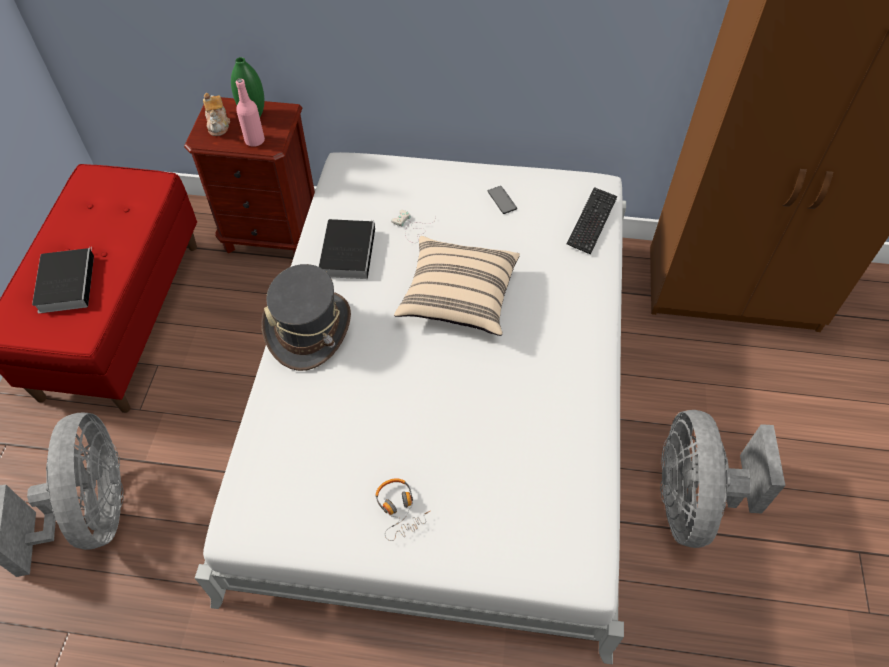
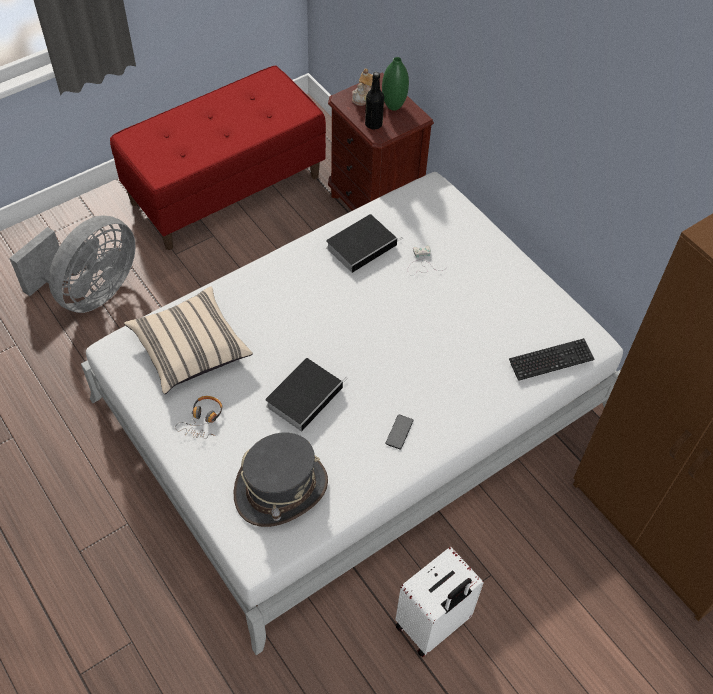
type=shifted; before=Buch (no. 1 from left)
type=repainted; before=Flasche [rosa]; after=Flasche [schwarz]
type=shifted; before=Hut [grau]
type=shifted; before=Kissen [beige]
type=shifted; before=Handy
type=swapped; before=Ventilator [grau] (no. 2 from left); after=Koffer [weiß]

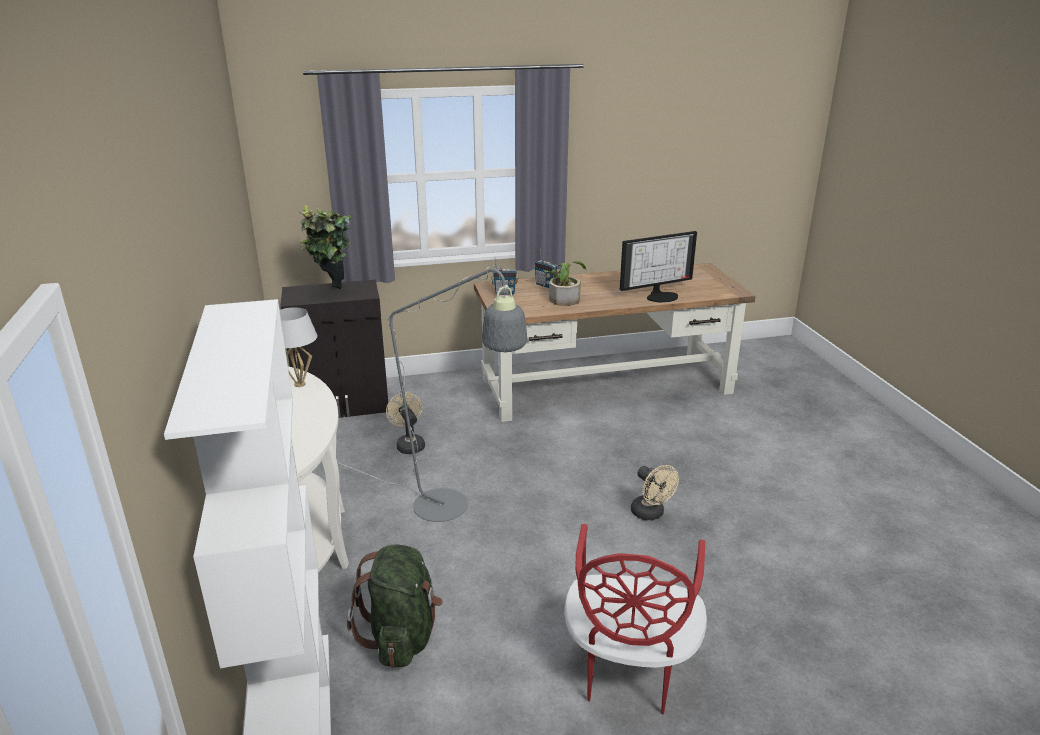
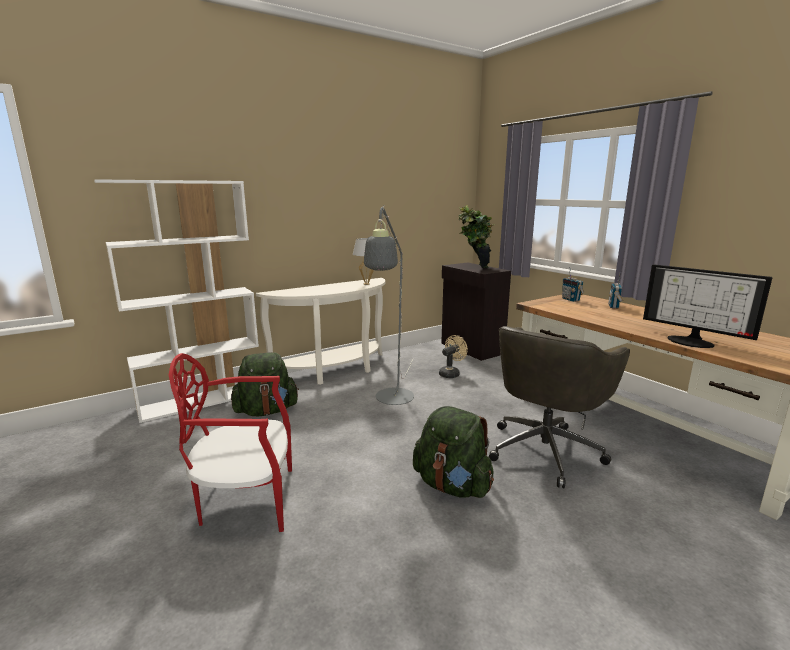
type=gone; before=Topfpflanze (no. 2 from left)
type=swapped; before=Ventilator [beige] (no. 2 from left); after=Rucksack [grün] (no. 2 from left)
type=new; after=Bürostuhl [grau]

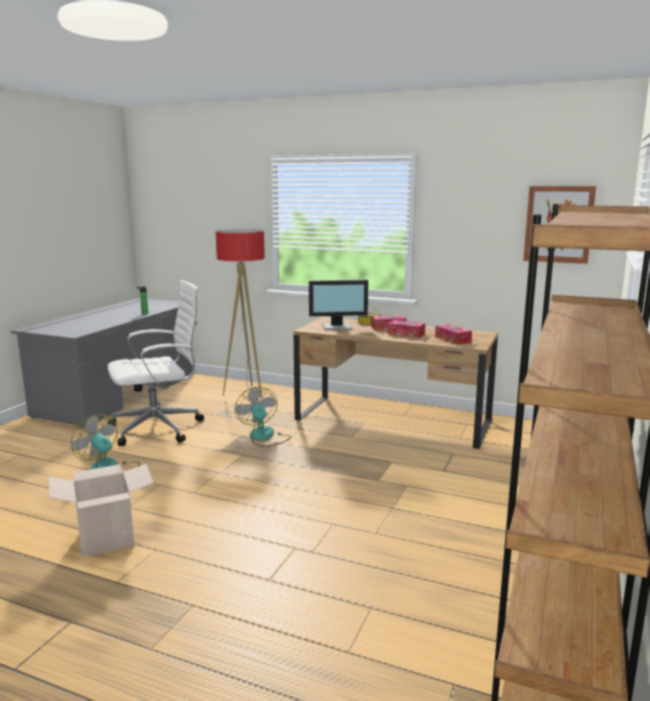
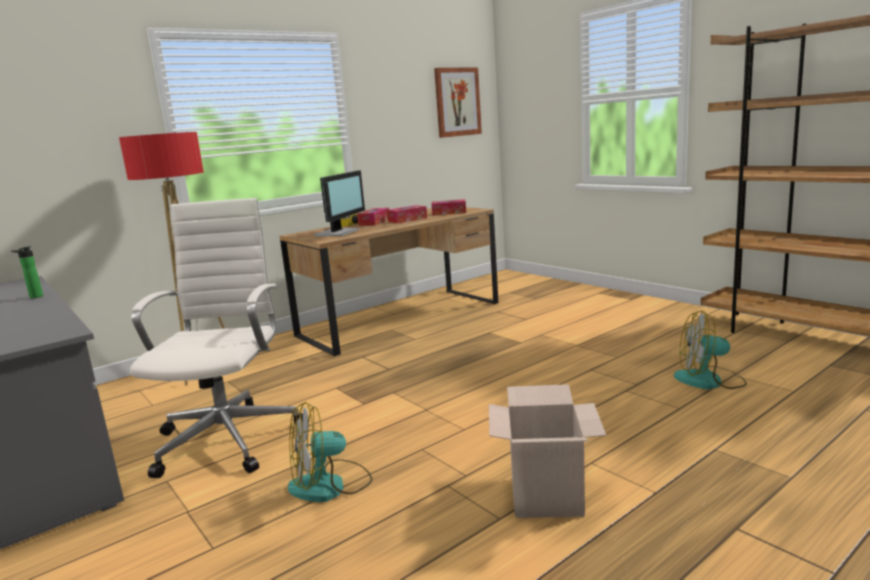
type=shifted; before=Ventilator (no. 2 from left)

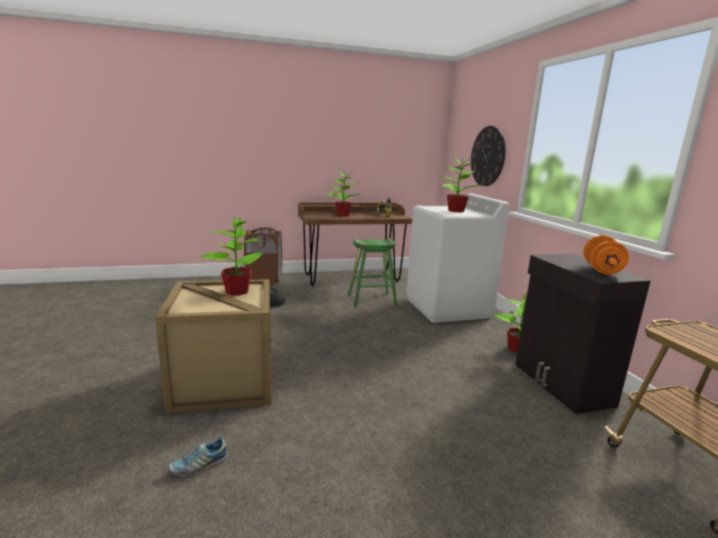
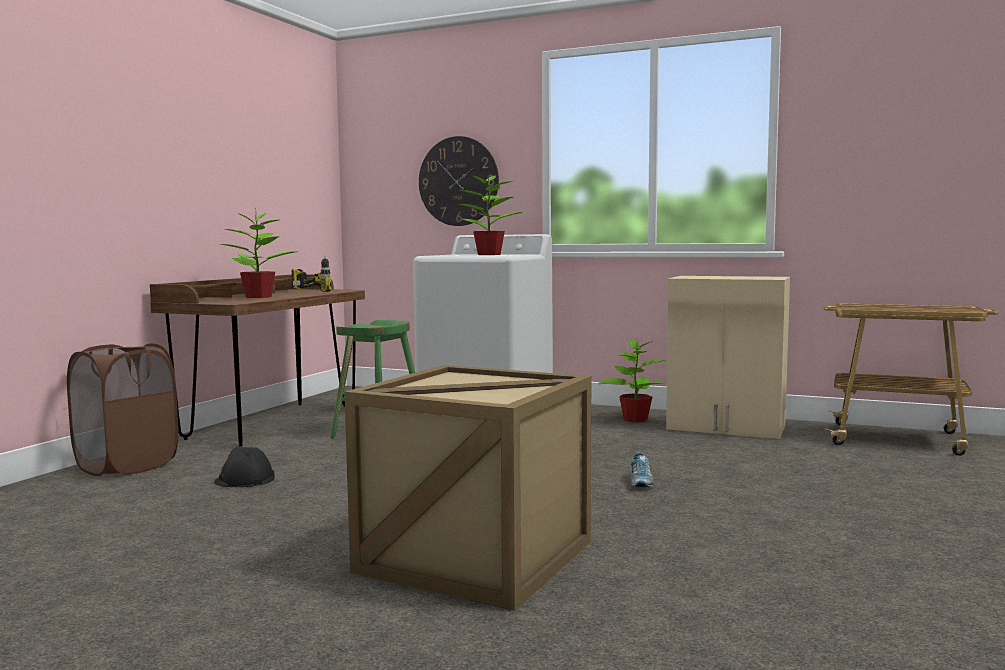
type=shifted; before=Schuh
type=gone; before=Topfpflanze (no. 1 from left)
type=repainted; before=Schrank [schwarz]; after=Schrank [beige]
type=gone; before=Hantel [orange]

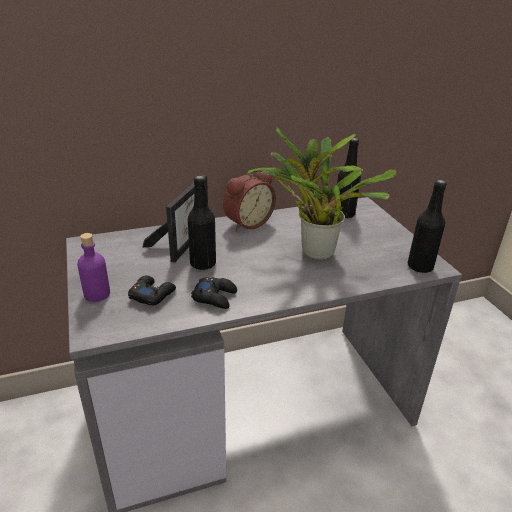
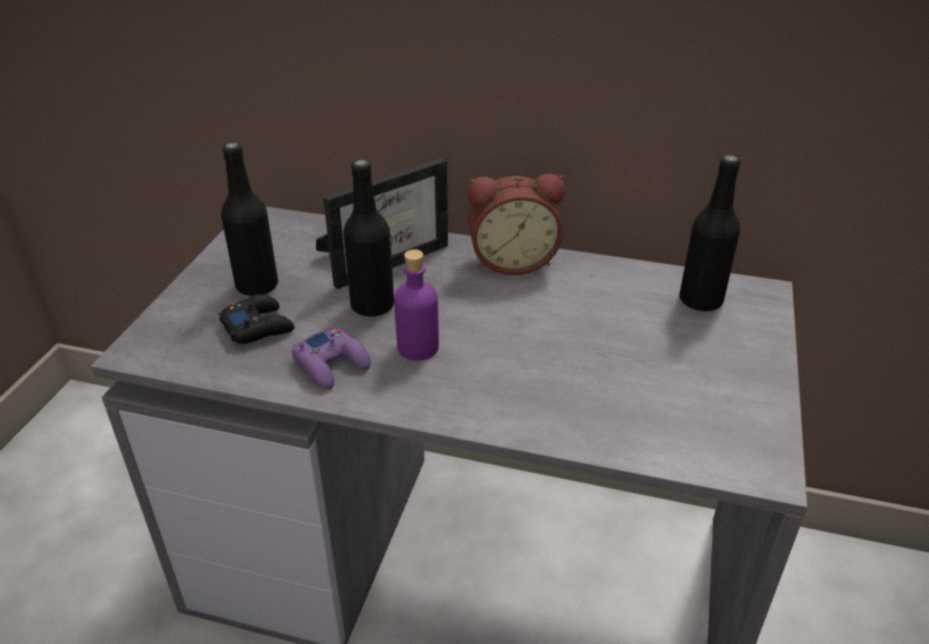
type=shifted; before=Flasche [lila]
type=repainted; before=Gamepad [schwarz] (no. 2 from left); after=Gamepad [lila]
type=gone; before=Topfpflanze
type=shifted; before=Flasche [schwarz] (no. 3 from left in the first image); after=Flasche [schwarz] (no. 1 from left)

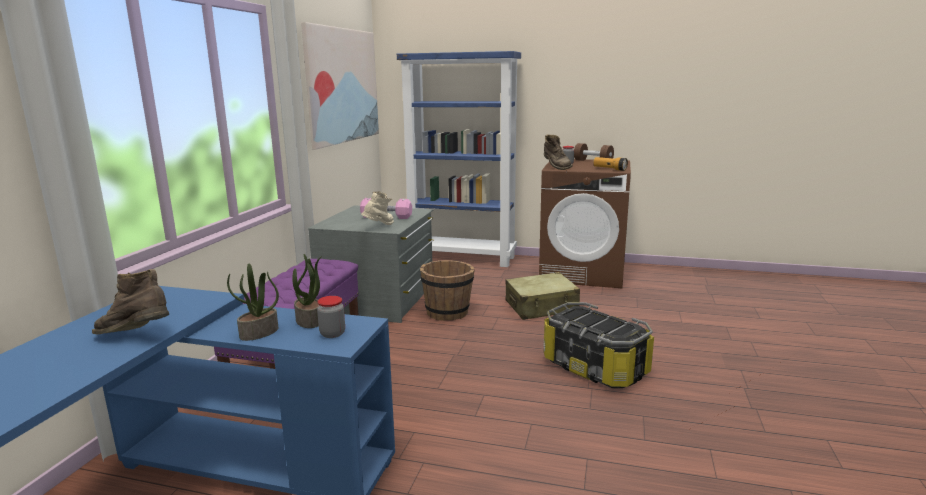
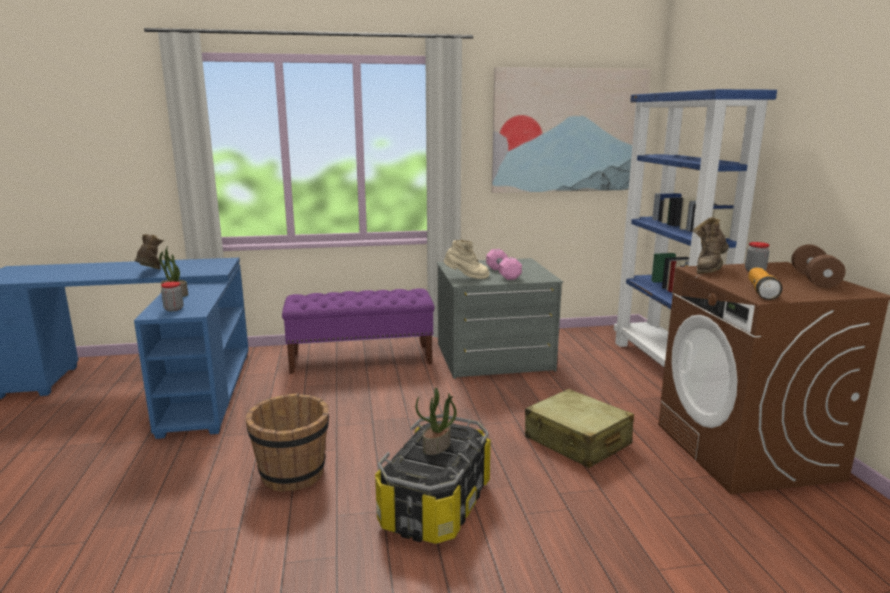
type=shifted; before=Topfpflanze (no. 2 from left)
type=shifted; before=Eimer [braun]

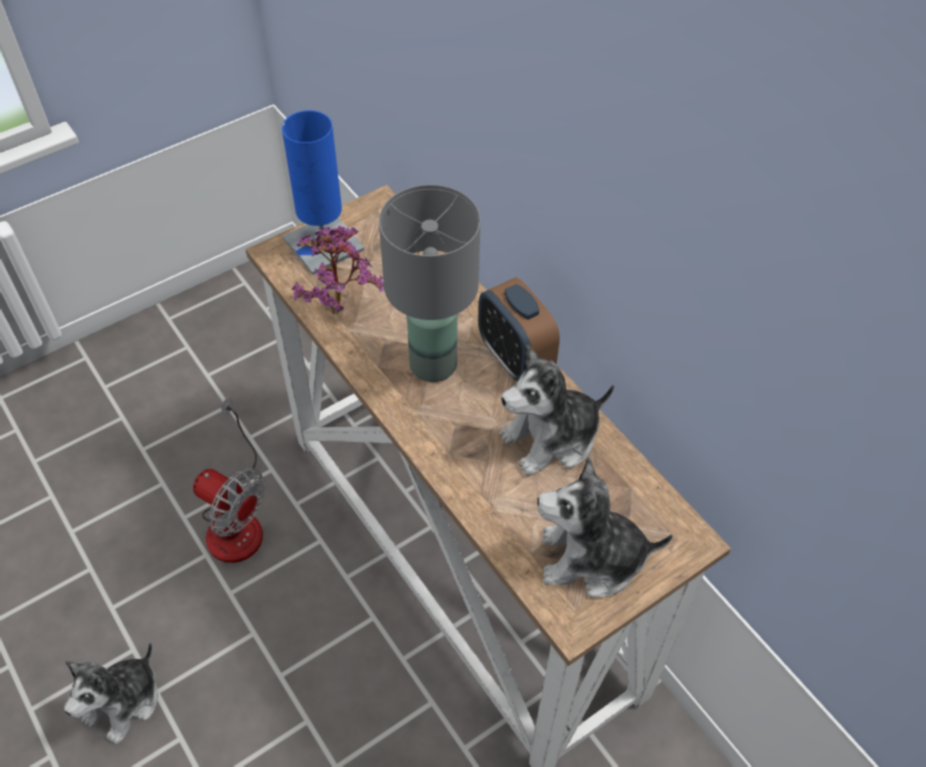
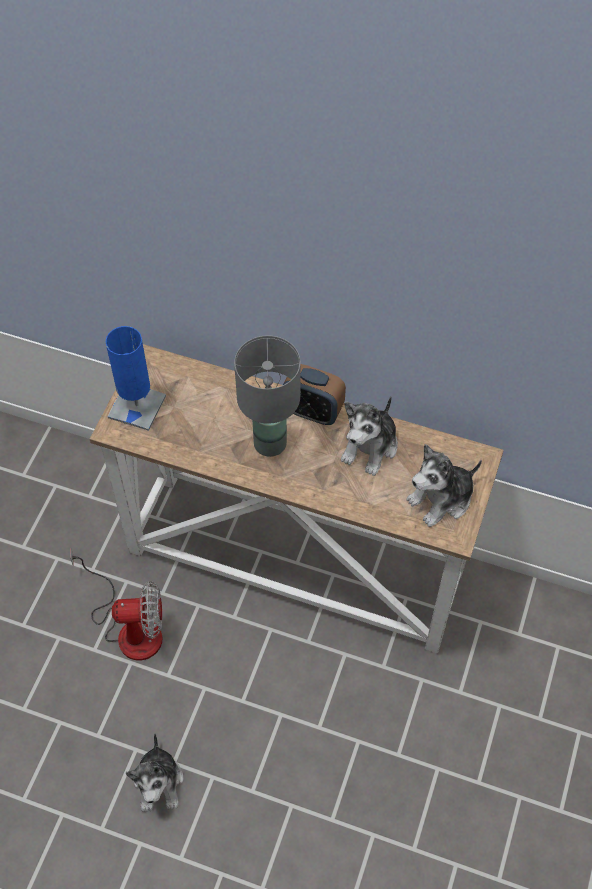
type=gone; before=Topfpflanze

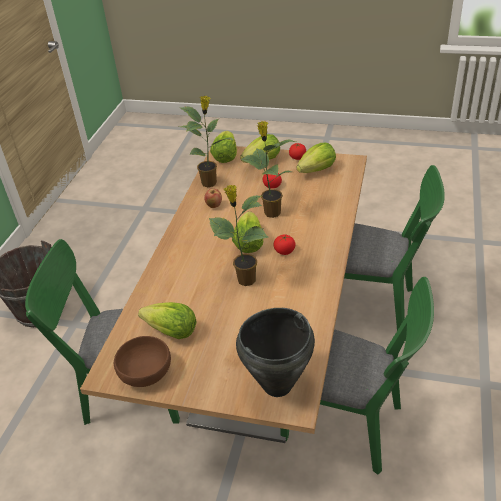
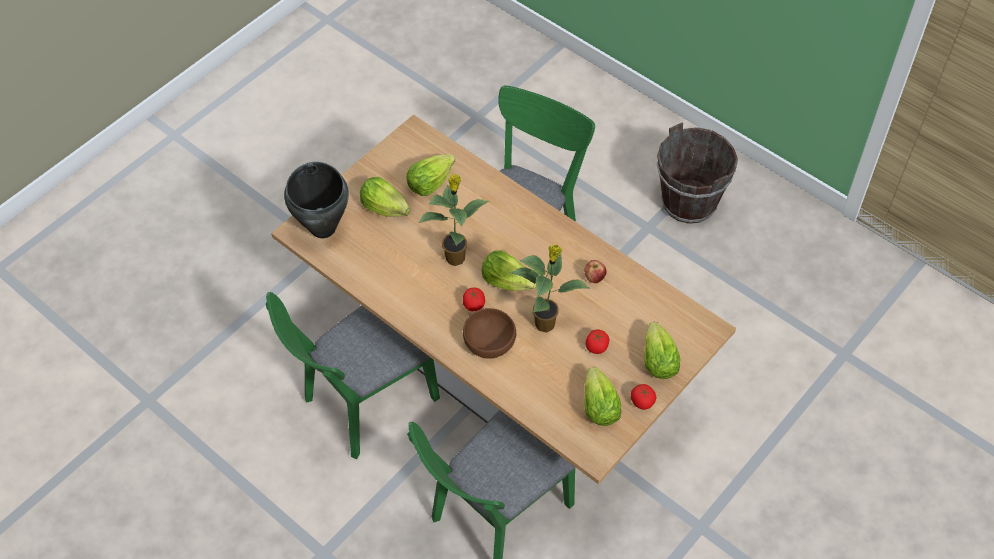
type=shifted; before=Schüssel [braun]
type=gone; before=Topfpflanze (no. 1 from left)
type=shifted; before=Salatkopf (no. 2 from left in the first image); after=Salatkopf (no. 1 from left)

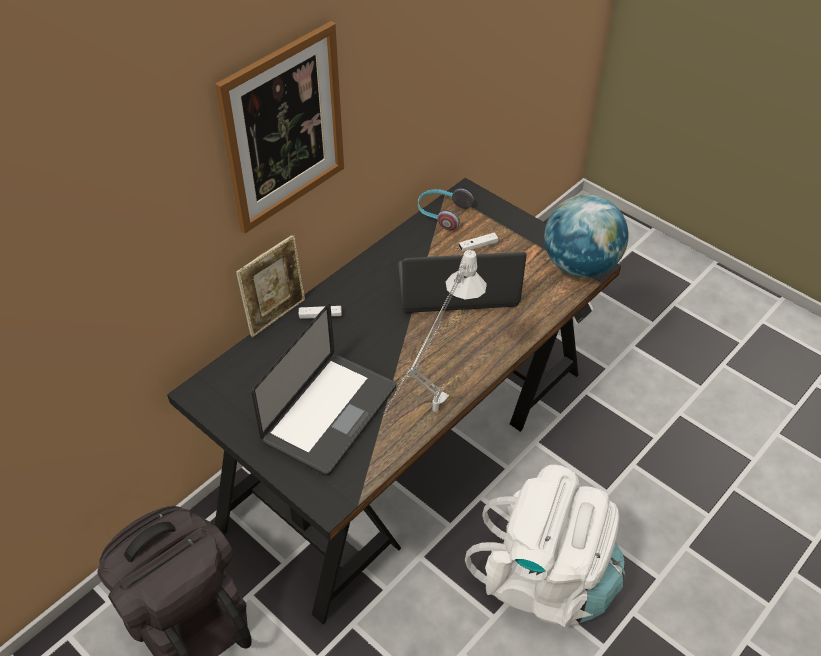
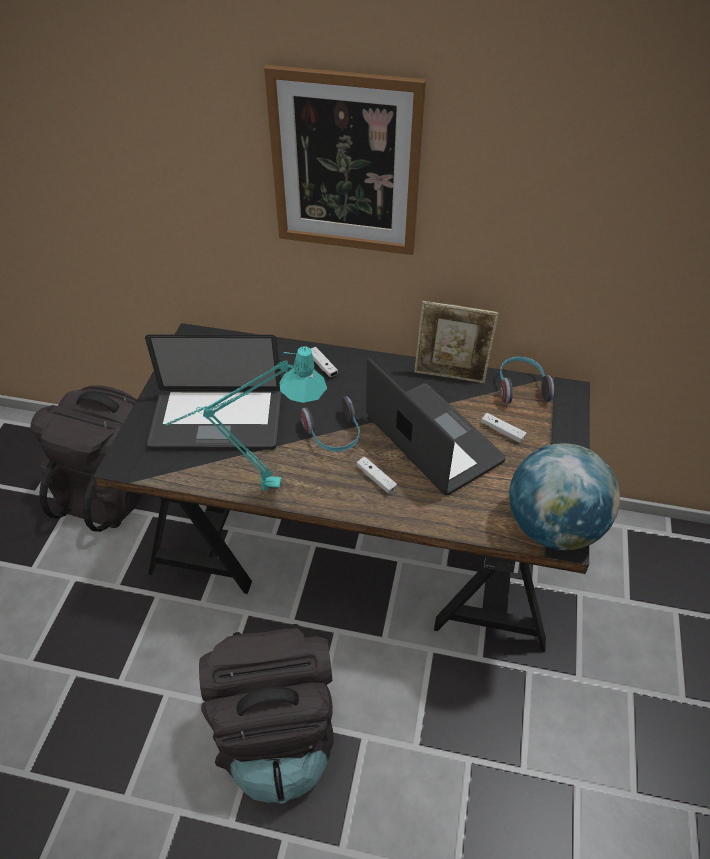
type=shifted; before=Bilderrahmen
type=repainted; before=Tischlampe [grau]; after=Tischlampe [türkis]
type=repainted; before=Rucksack [weiß]; after=Rucksack [schwarz] (no. 2 from left)
type=new; after=Kopfhörer (no. 1 from left)
type=new; after=Gamepad [weiß] (no. 2 from left)

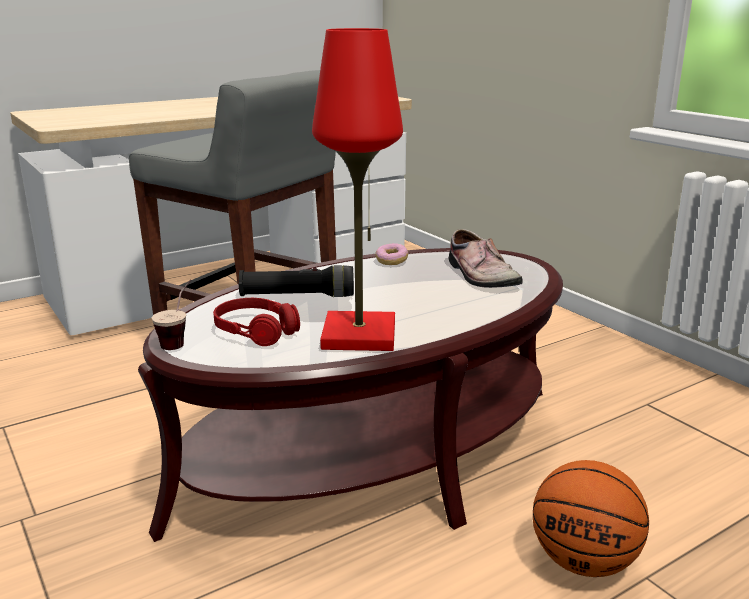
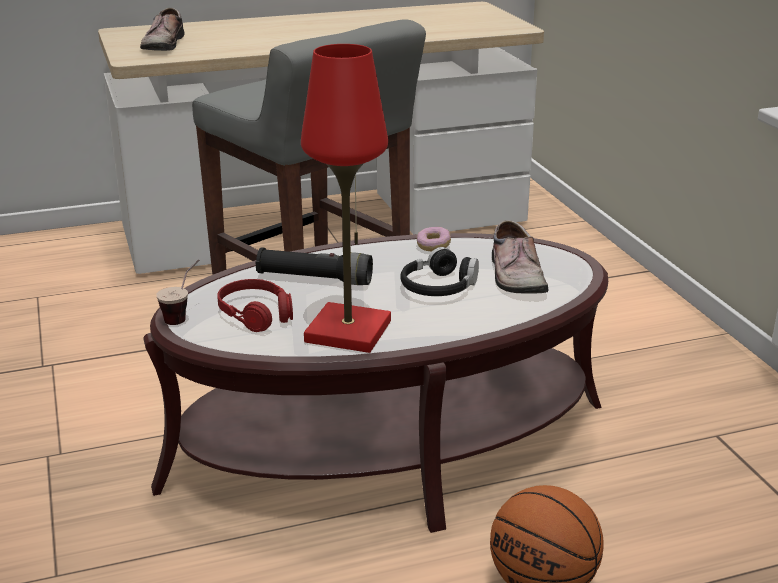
type=new; after=Schuh (no. 1 from left)
type=new; after=Kopfhörer [schwarz]

